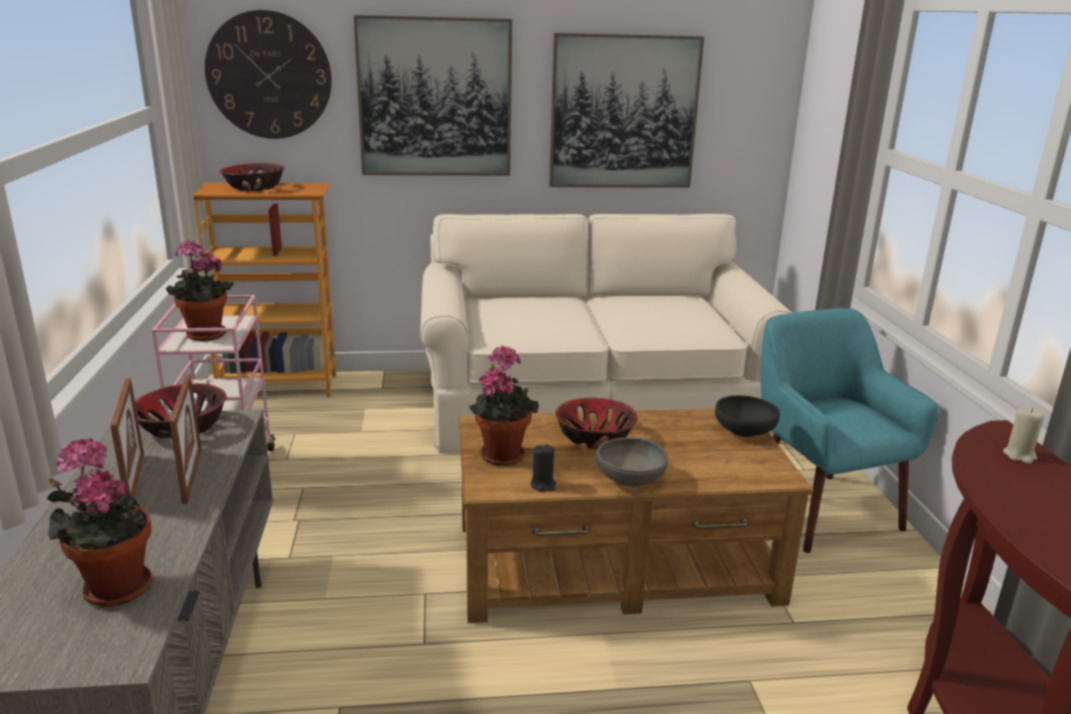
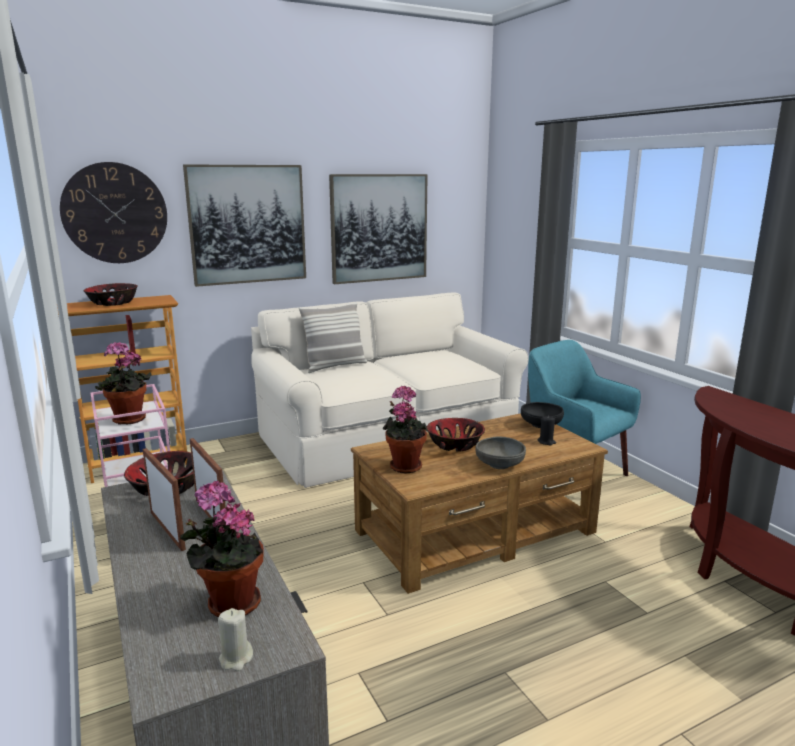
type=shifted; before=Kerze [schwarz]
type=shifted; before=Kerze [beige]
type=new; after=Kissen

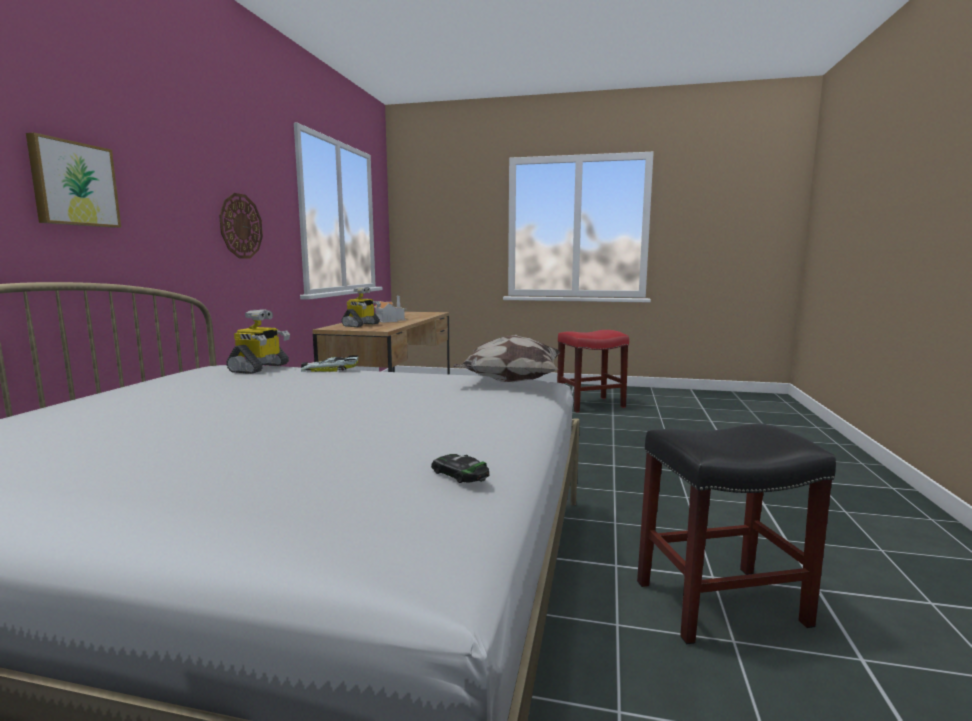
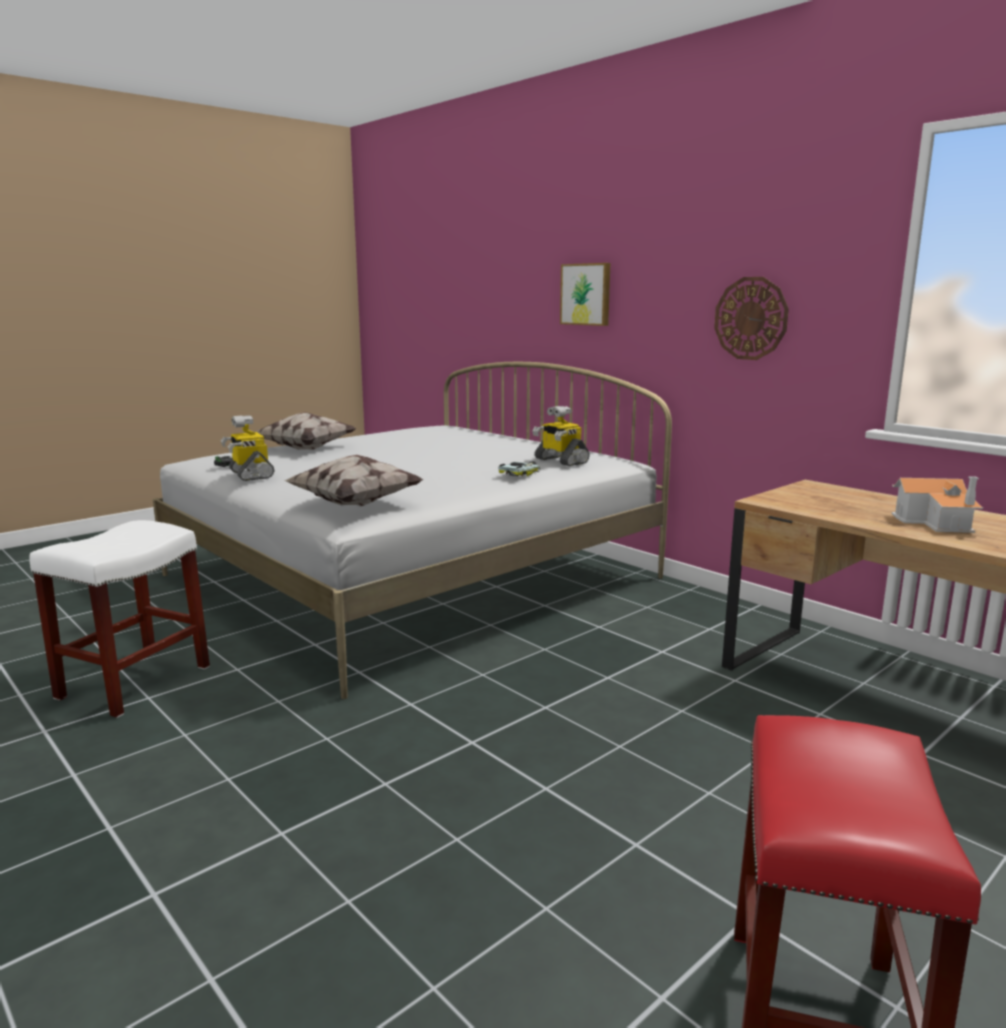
type=shifted; before=Spielzeugroboter (no. 2 from left in the first image); after=Spielzeugroboter (no. 1 from left)
type=repainted; before=Hocker [schwarz]; after=Hocker [weiß]
type=new; after=Kissen (no. 1 from left)

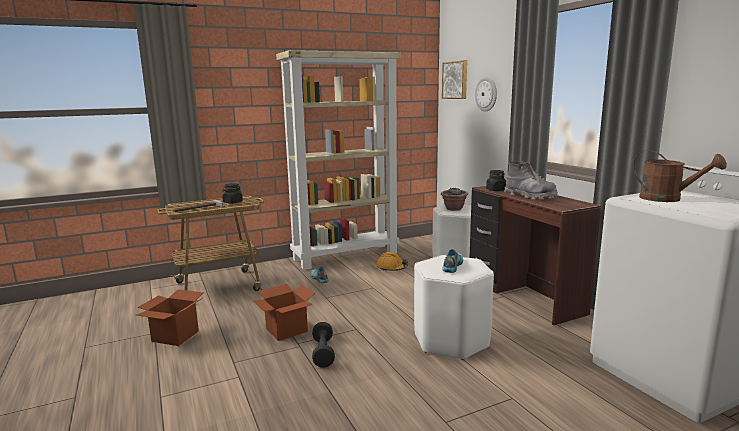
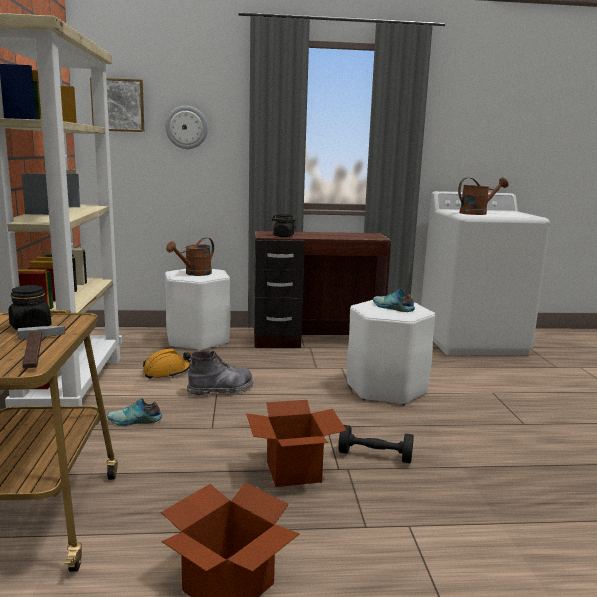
type=swapped; before=Topfpflanze; after=Gießkanne [braun] (no. 1 from left)
type=shifted; before=Stiefel [grau]

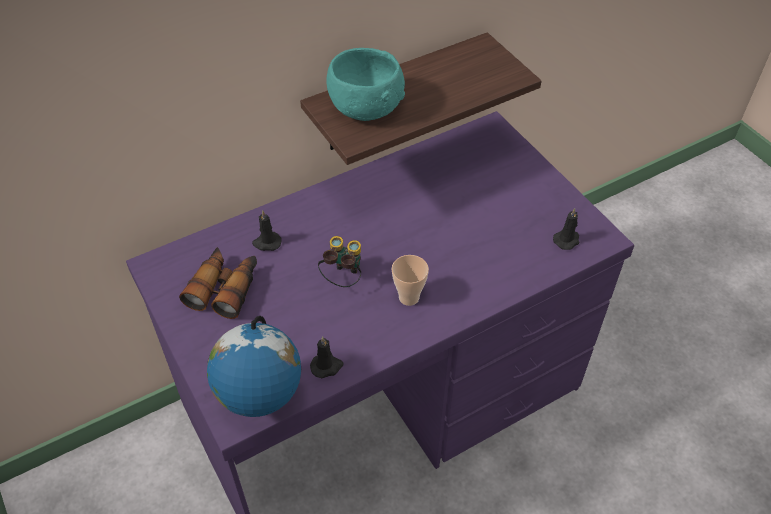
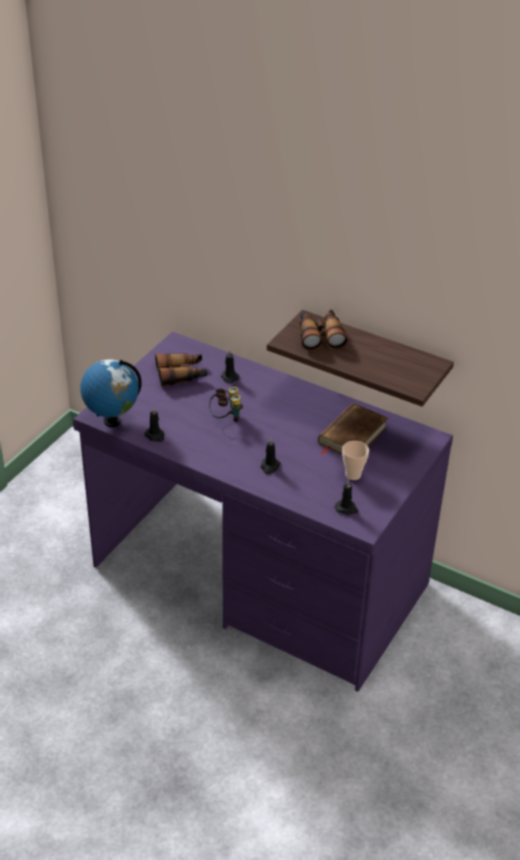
type=swapped; before=Schüssel [türkis]; after=Fernglas (no. 3 from left)
type=shifted; before=Tasse
type=new; after=Kerze [schwarz] (no. 3 from left)
type=new; after=Buch [braun]

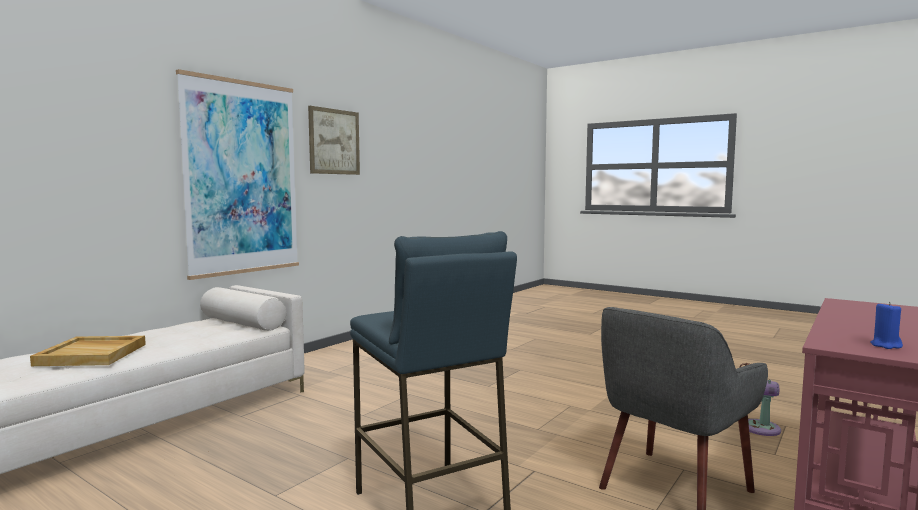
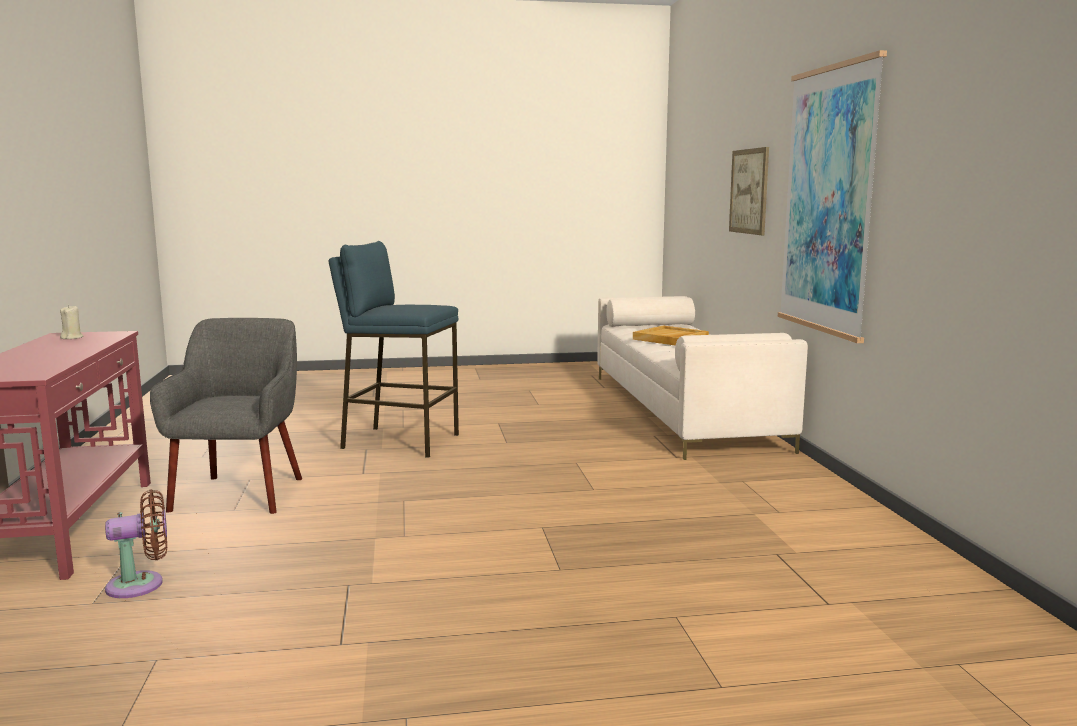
type=shifted; before=Bild (no. 2 from left in the first image); after=Bild (no. 1 from left)
type=repainted; before=Kerze [blau]; after=Kerze [beige]

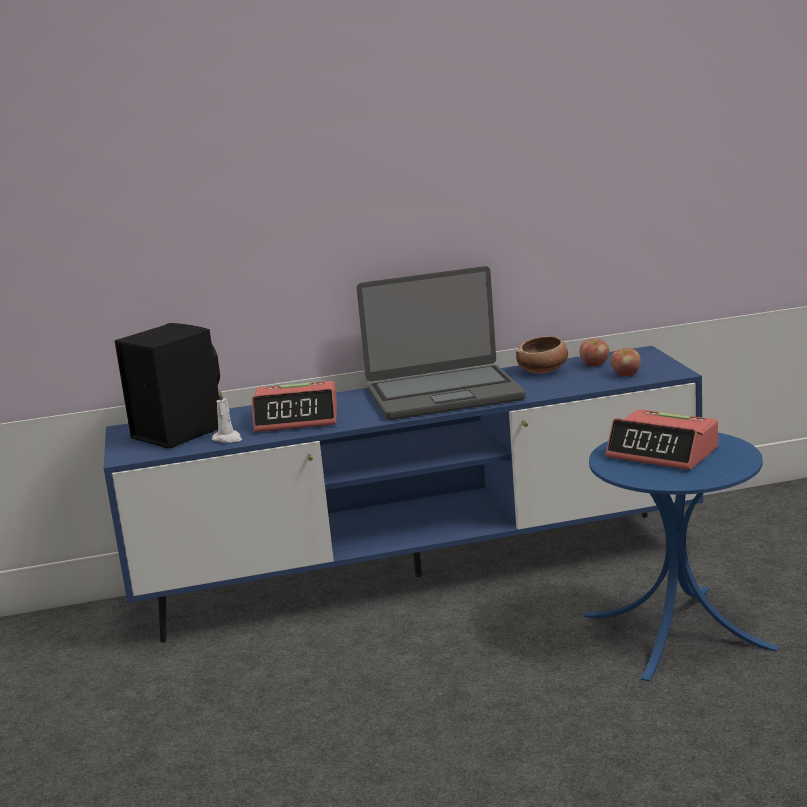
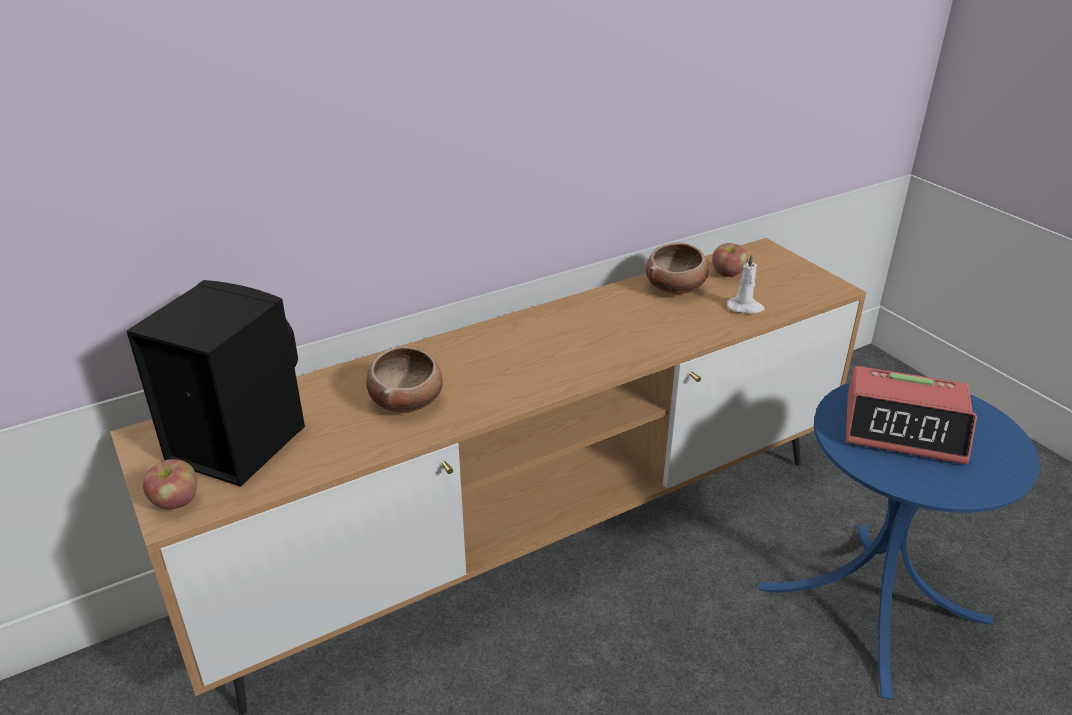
type=repainted; before=Fernsehschrank [blau]; after=Fernsehschrank [braun]
type=shifted; before=Kerze [weiß]
type=swapped; before=Wecker (no. 1 from left); after=Schüssel (no. 1 from left)
type=gone; before=Laptop
type=shifted; before=Apfel (no. 2 from left in the first image); after=Apfel (no. 1 from left)

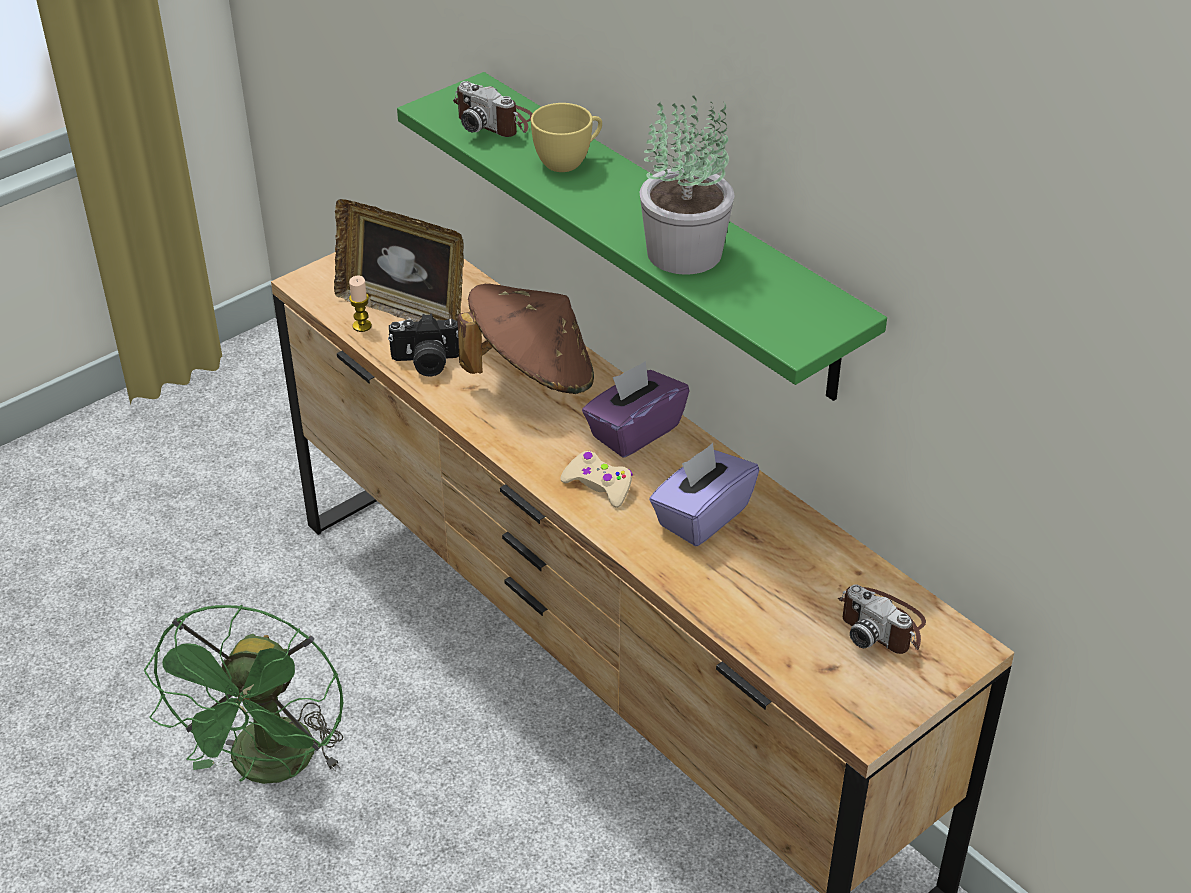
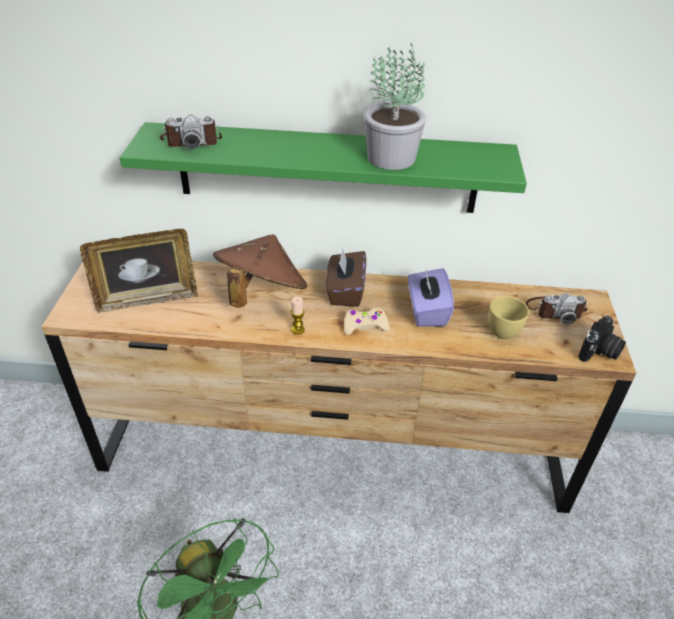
type=shifted; before=Kerze
type=shifted; before=Kamera (no. 1 from left in the first image); after=Kamera (no. 3 from left)
type=shifted; before=Tasse [gelb]
type=repainted; before=Taschentuchbox [lila] (no. 1 from left); after=Taschentuchbox [braun]

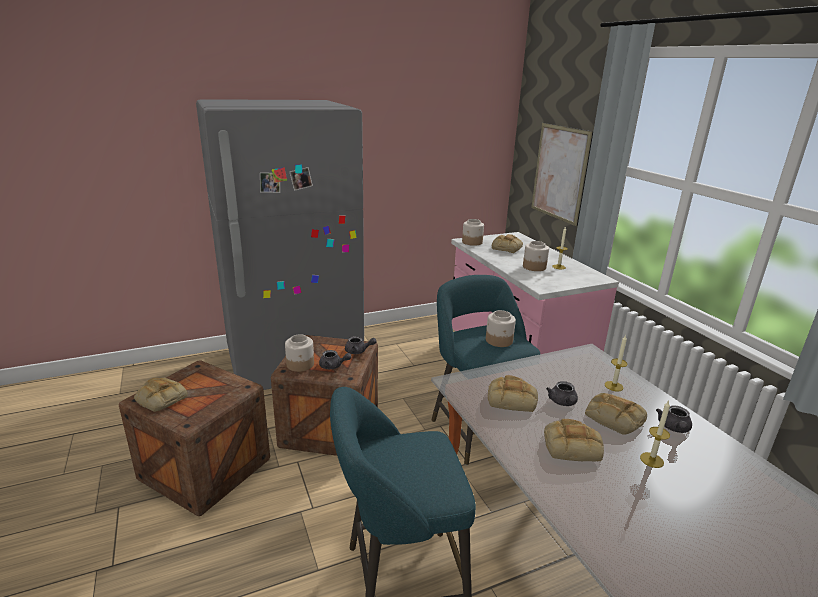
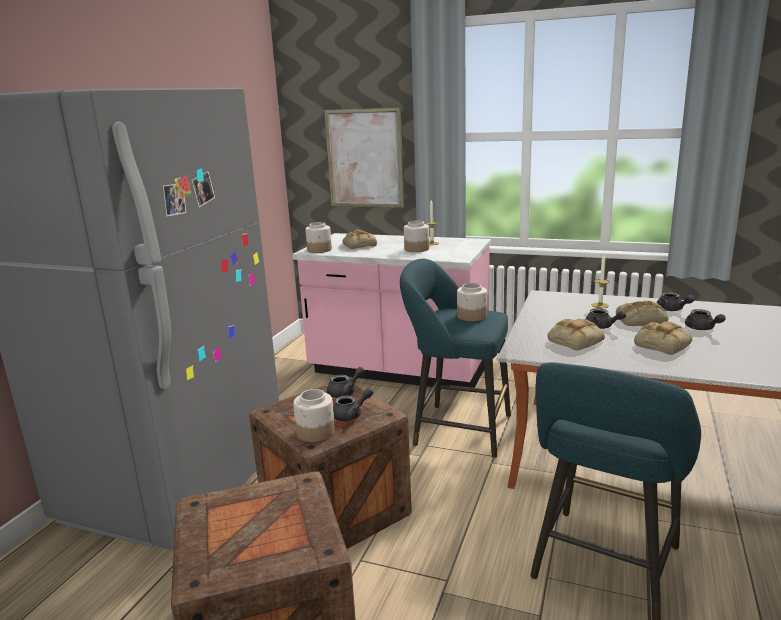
type=gone; before=Brot (no. 1 from left)
type=swapped; before=Kerze (no. 3 from left); after=Teekanne [grau] (no. 5 from left)

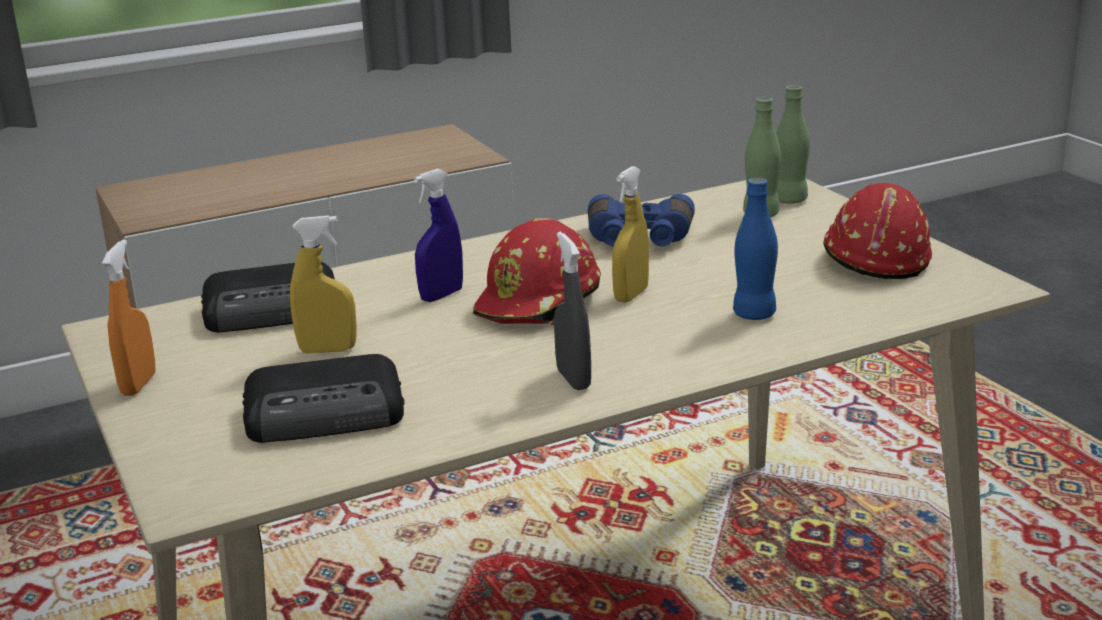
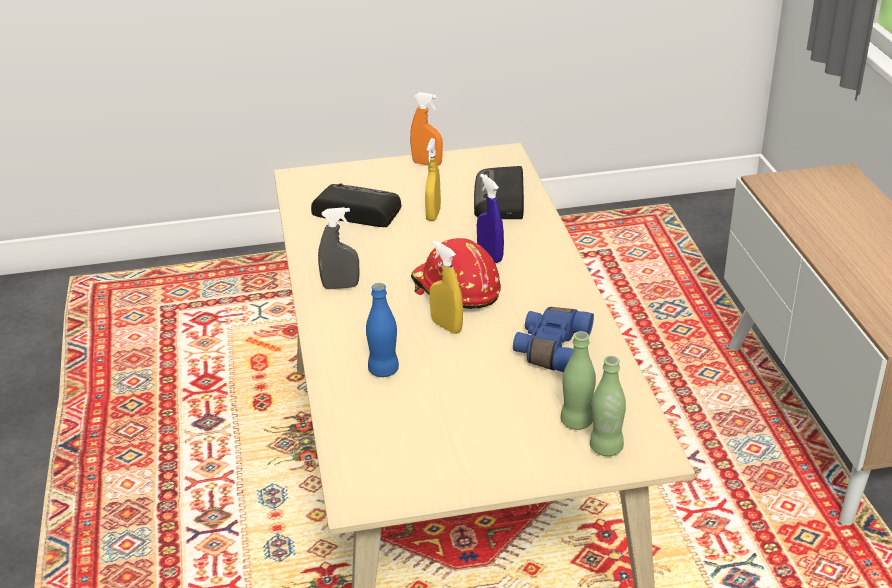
type=rotated; before=Radio (no. 2 from left in the first image); turn=105
type=gone; before=Schutzhelm [rot] (no. 2 from left)

